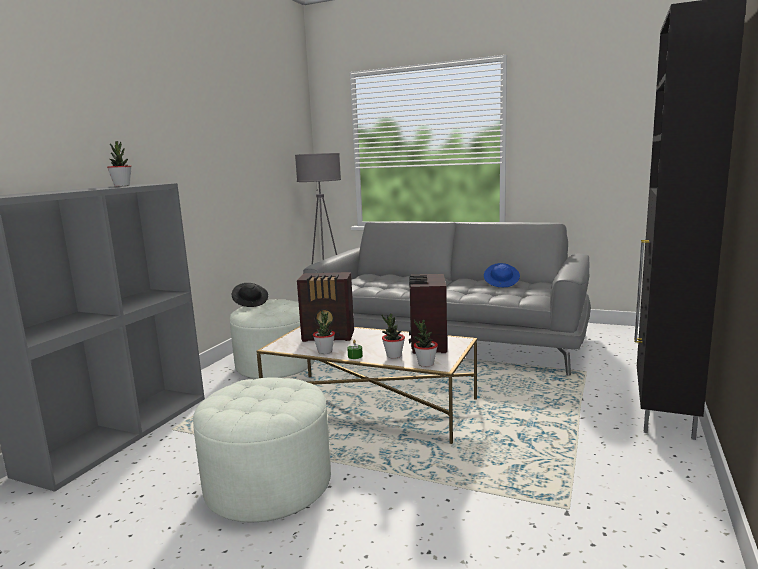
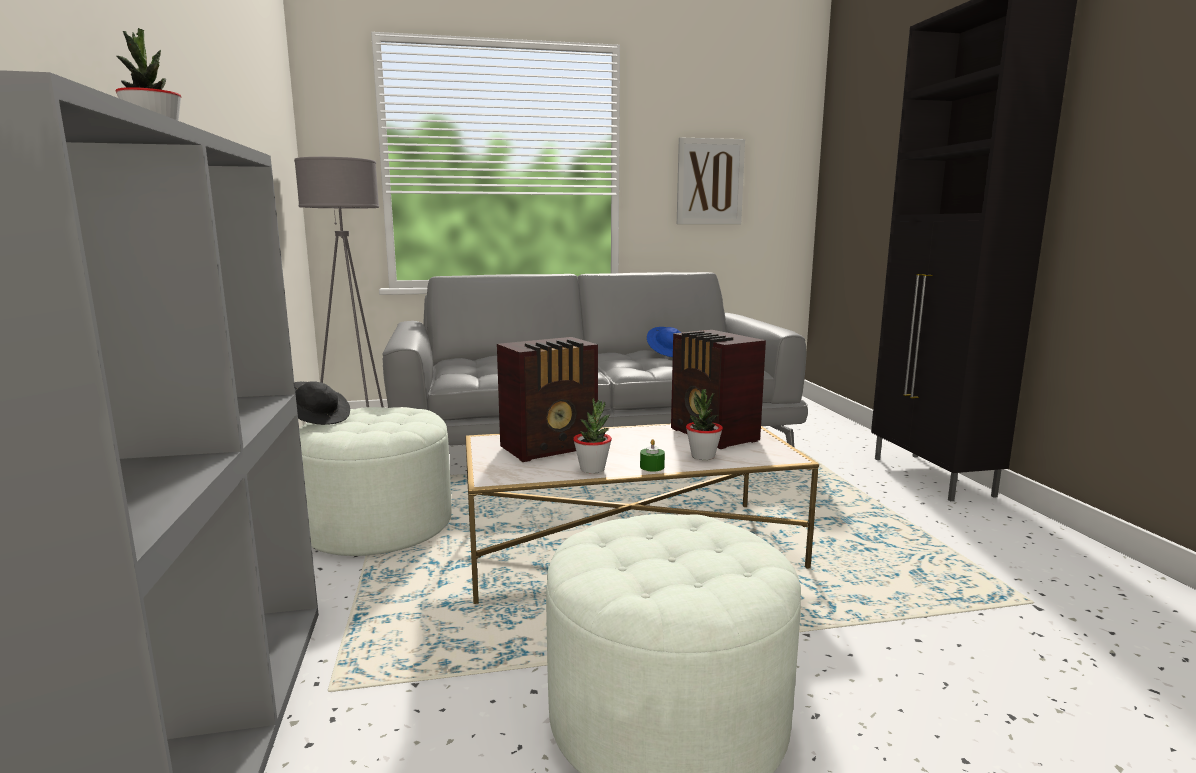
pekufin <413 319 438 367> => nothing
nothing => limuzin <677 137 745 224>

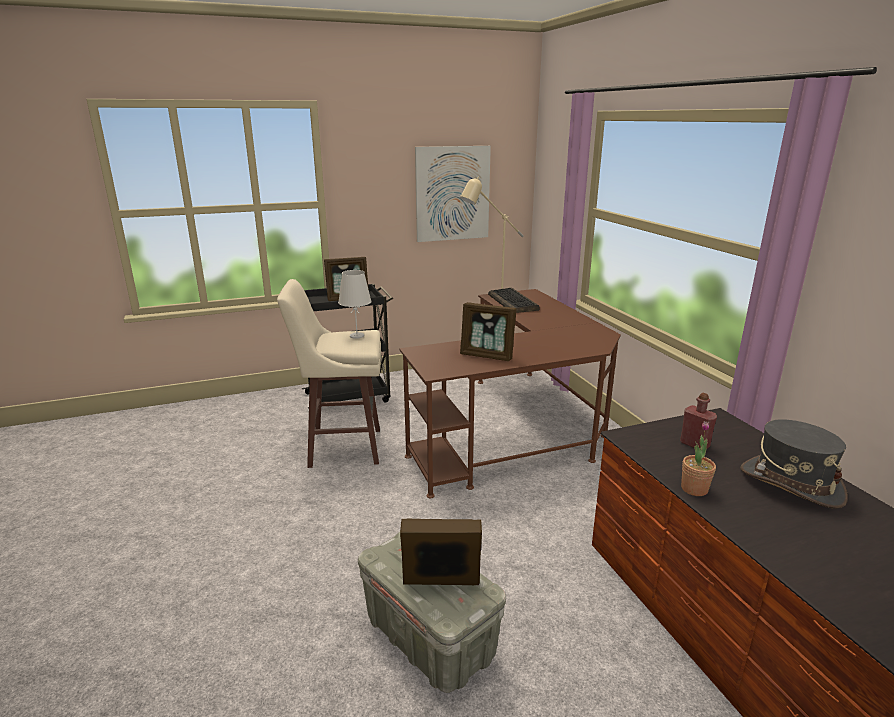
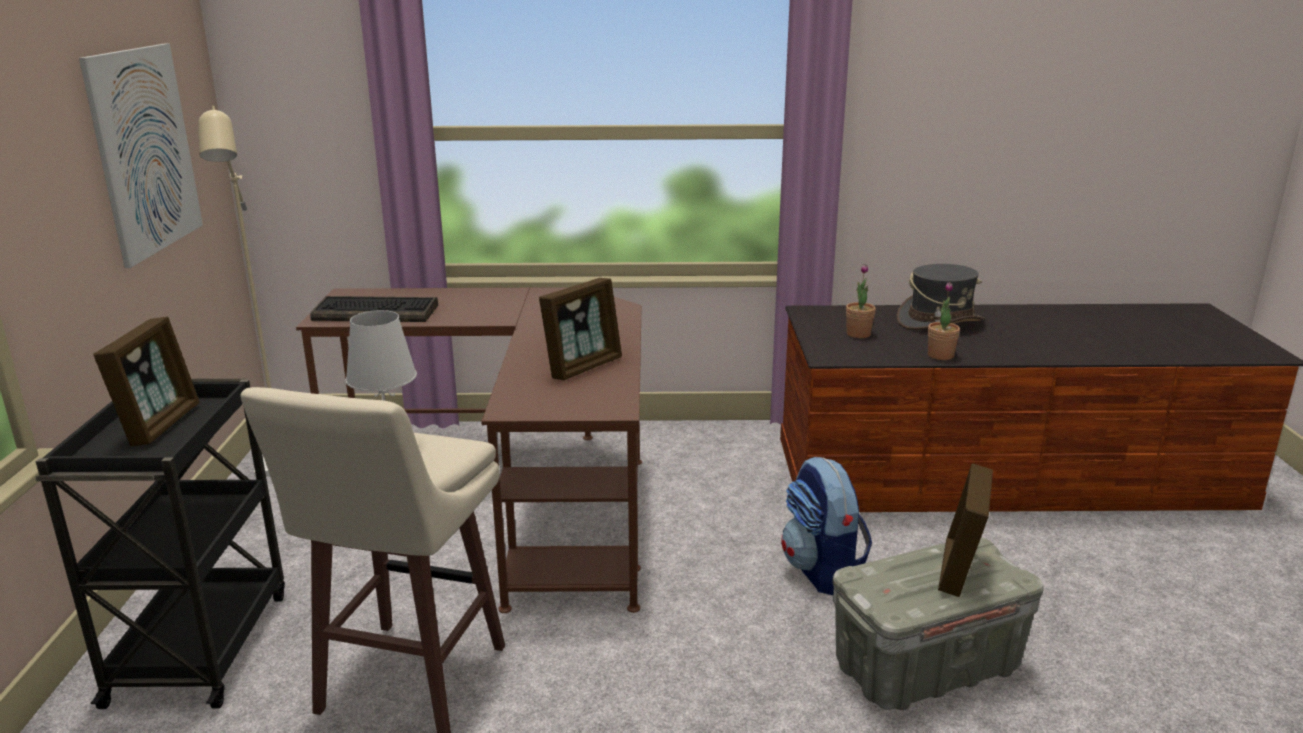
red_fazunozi <680 393 717 448> => pekufin <846 264 876 338>
nothing => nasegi <781 457 872 595>

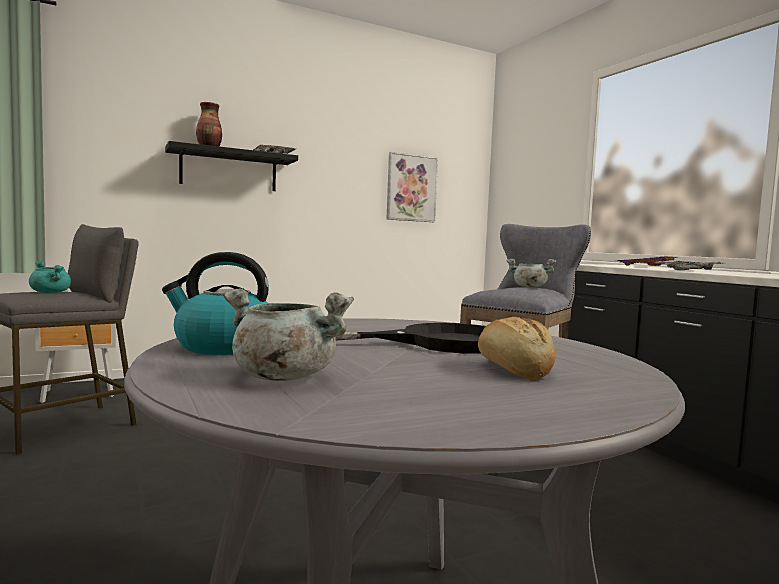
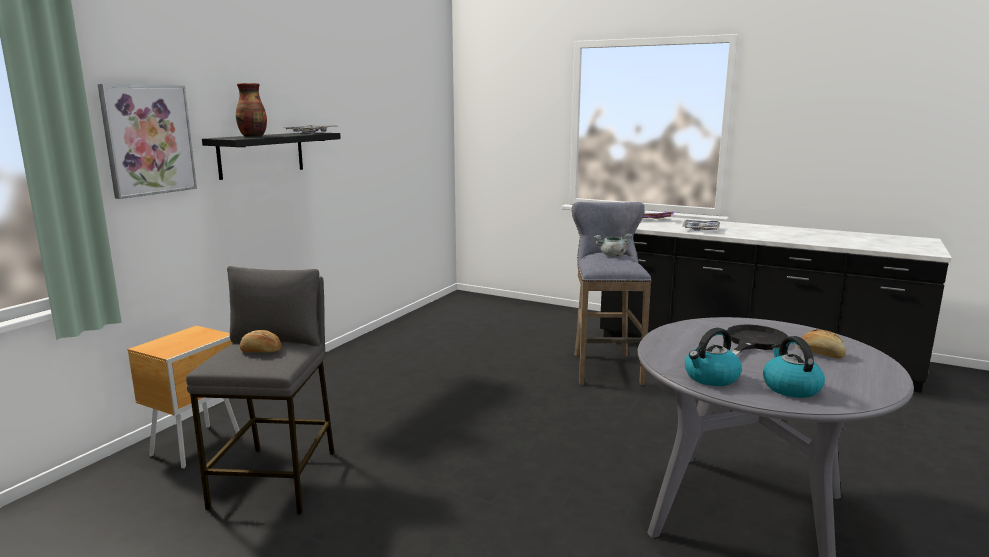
limuzin <386 152 438 222> => limuzin <98 84 197 199>, moved
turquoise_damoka <29 261 71 293> => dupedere <240 330 281 352>
grey_damoka <223 289 354 381> => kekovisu <763 336 825 398>

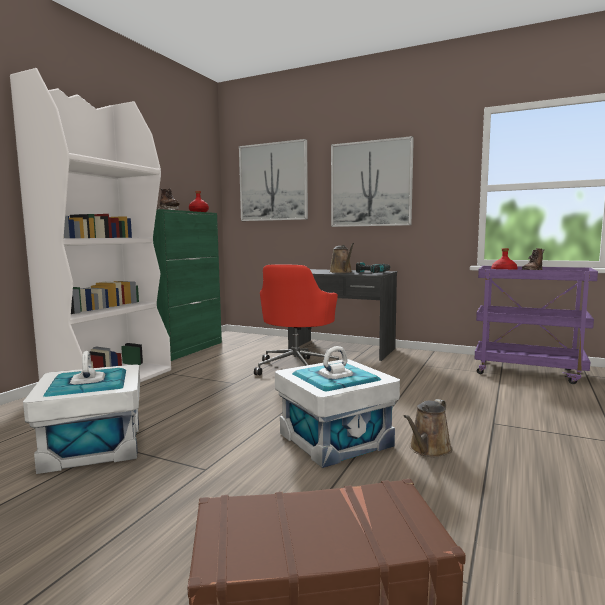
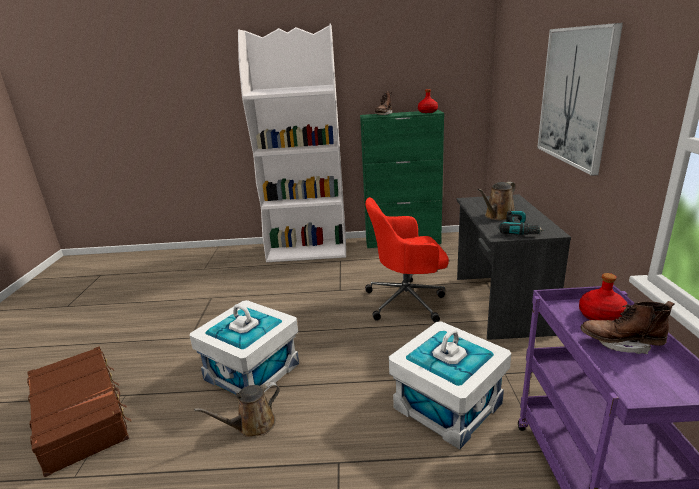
limuzin <239 139 308 221> => nothing
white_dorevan <23 351 140 474> => white_dorevan <389 321 511 450>, moved
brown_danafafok <404 399 452 457> => brown_danafafok <194 382 280 437>, 45 degrees counterclockwise

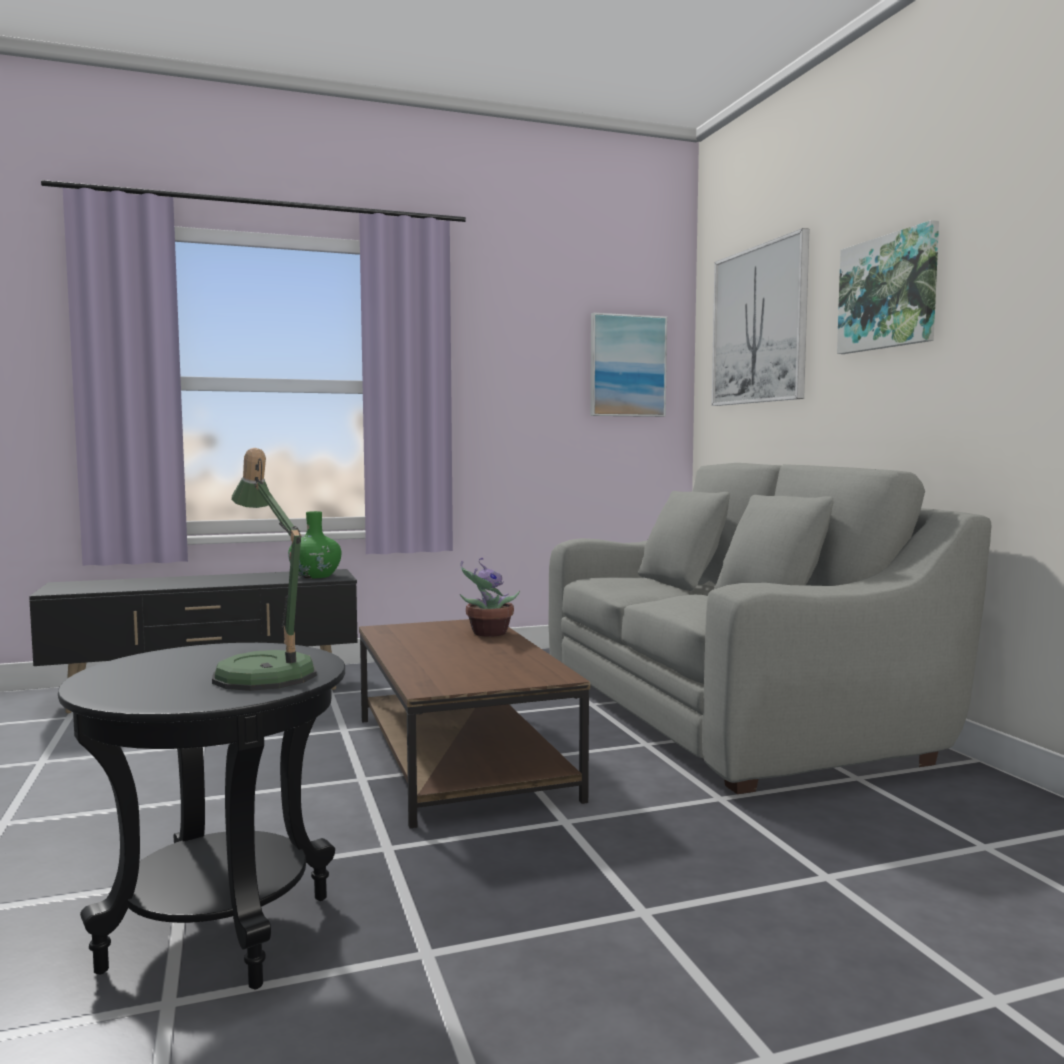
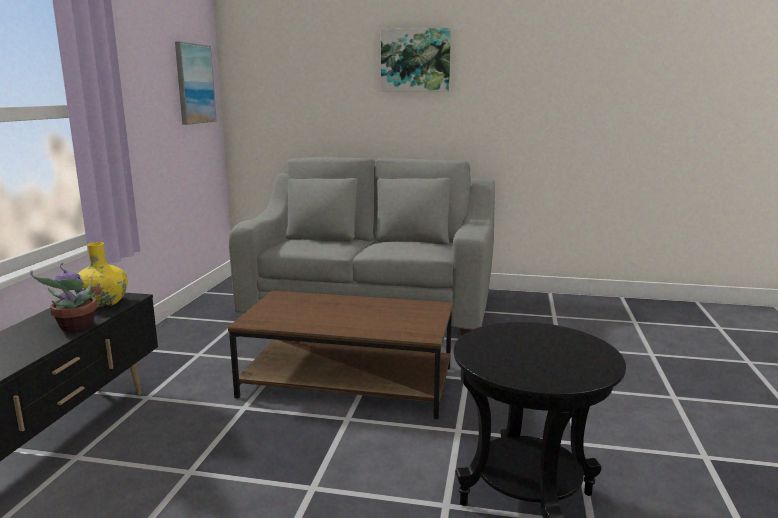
limuzin <712 228 809 406> => nothing
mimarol <212 448 317 691> => nothing
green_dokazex <288 511 341 578> => yellow_dokazex <75 242 128 308>
pekufin <460 558 520 637> => pekufin <30 263 97 332>, moved

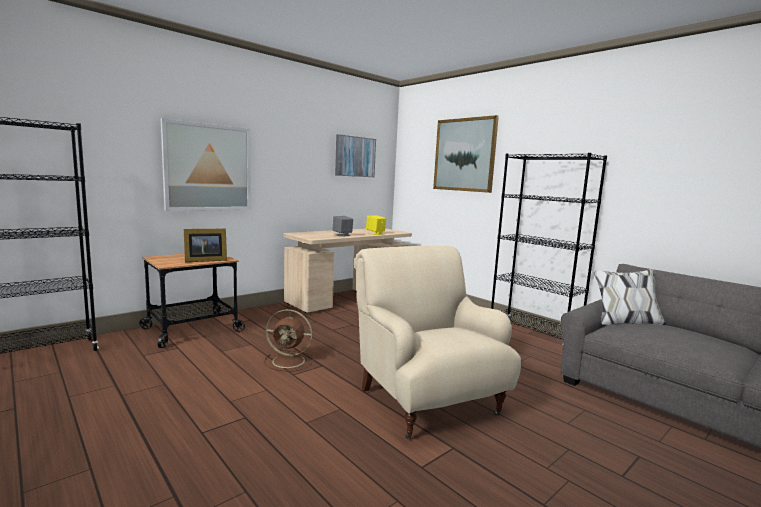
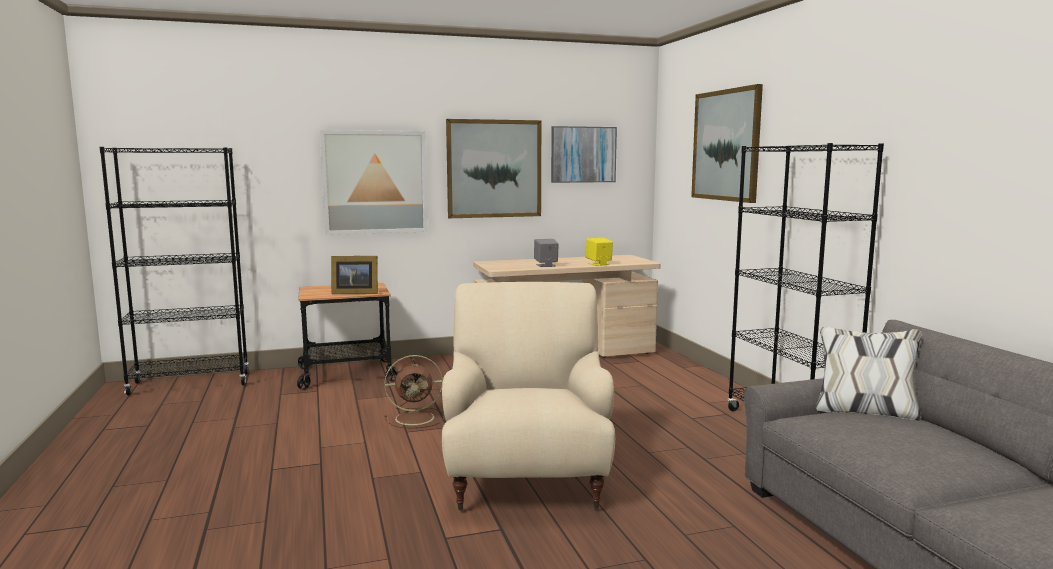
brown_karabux <265 309 313 372> => brown_karabux <384 355 444 429>, 45 degrees counterclockwise
nothing => limuzin <446 119 541 218>

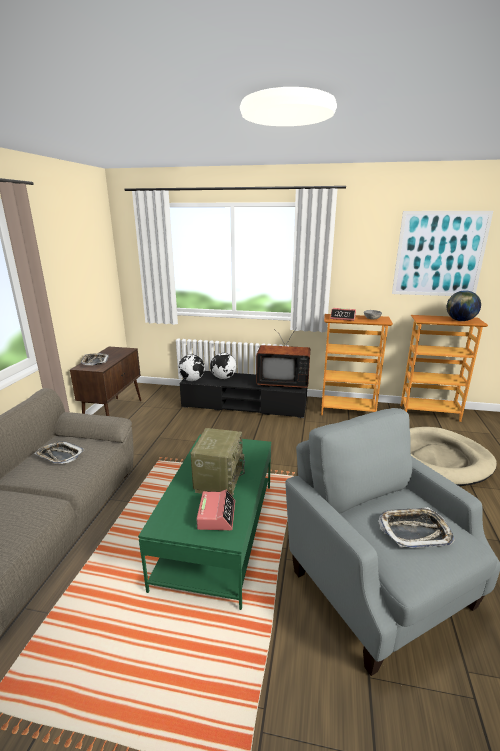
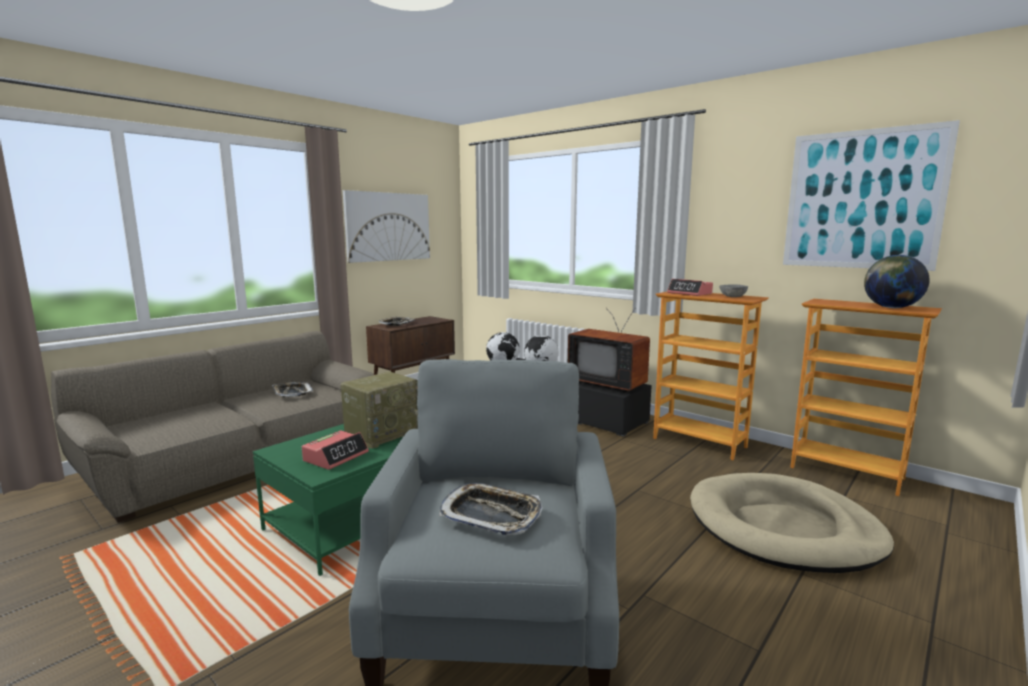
nothing => limuzin <343 190 430 263>

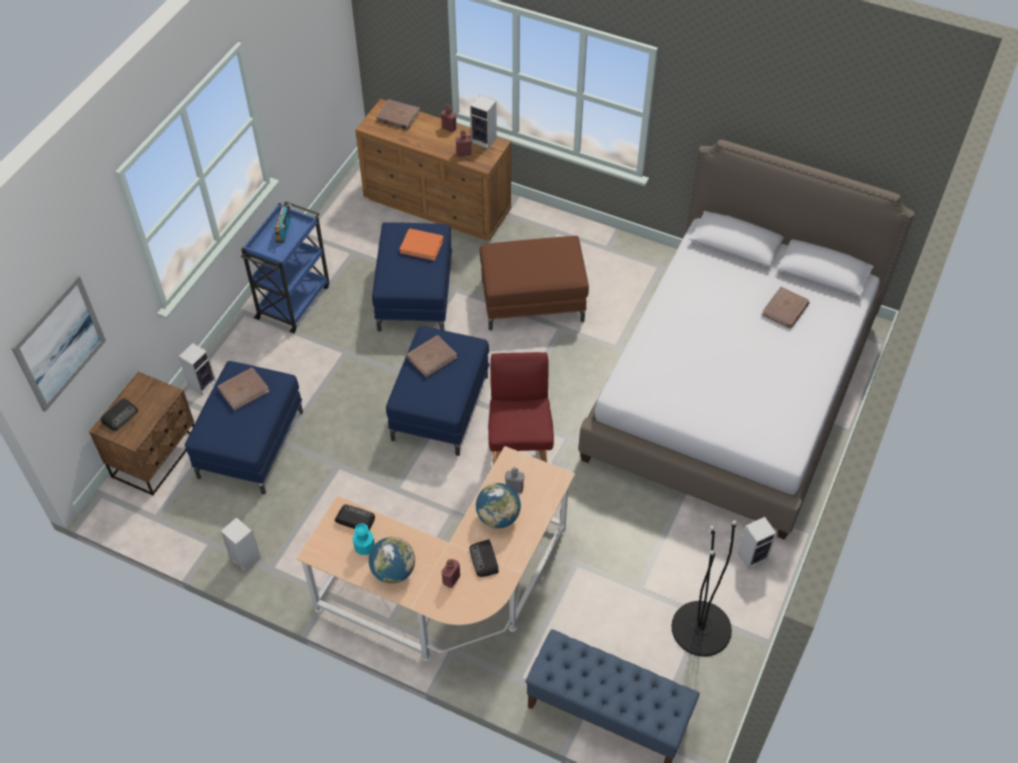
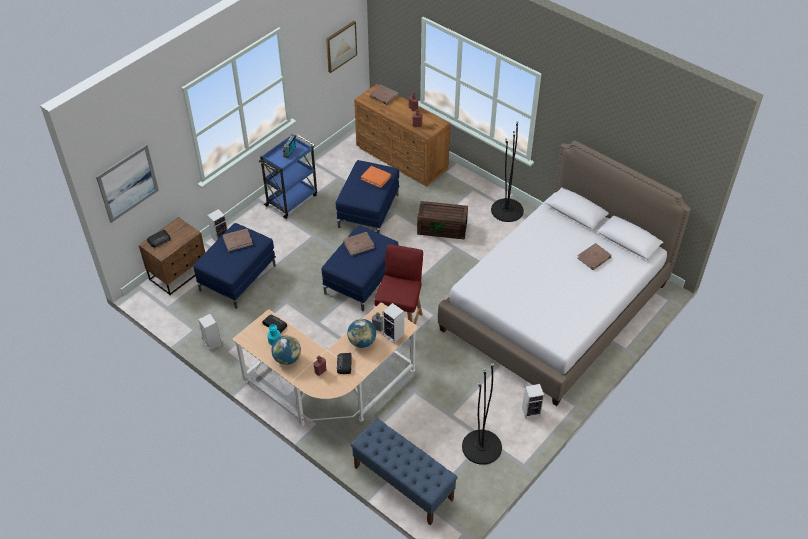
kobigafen <470 95 497 148> => kobigafen <383 303 404 344>, moved
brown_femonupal <480 236 589 330> => brown_dorevan <417 201 468 240>
nothing => limuzin <326 21 357 73>
nothing => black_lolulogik <491 121 524 222>

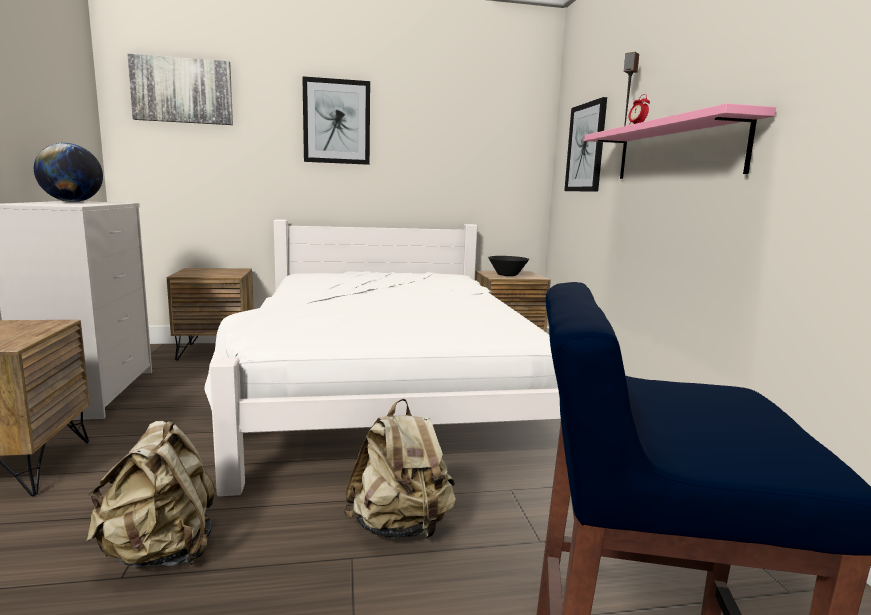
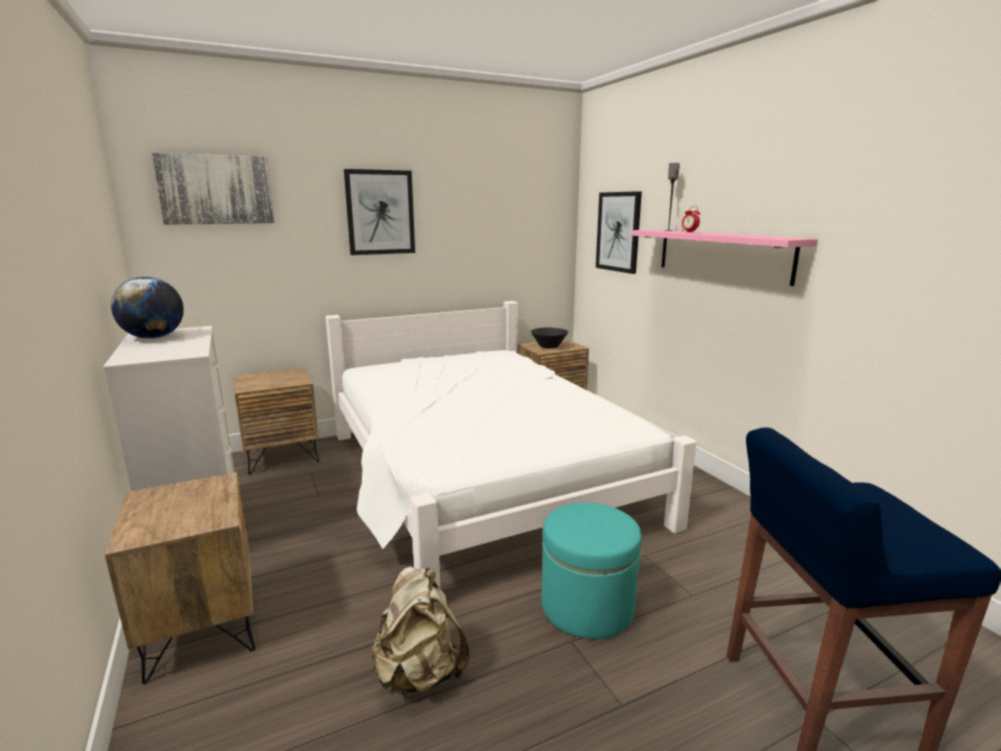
beige_nasegi <343 399 456 539> => turquoise_femonupal <542 503 642 639>

